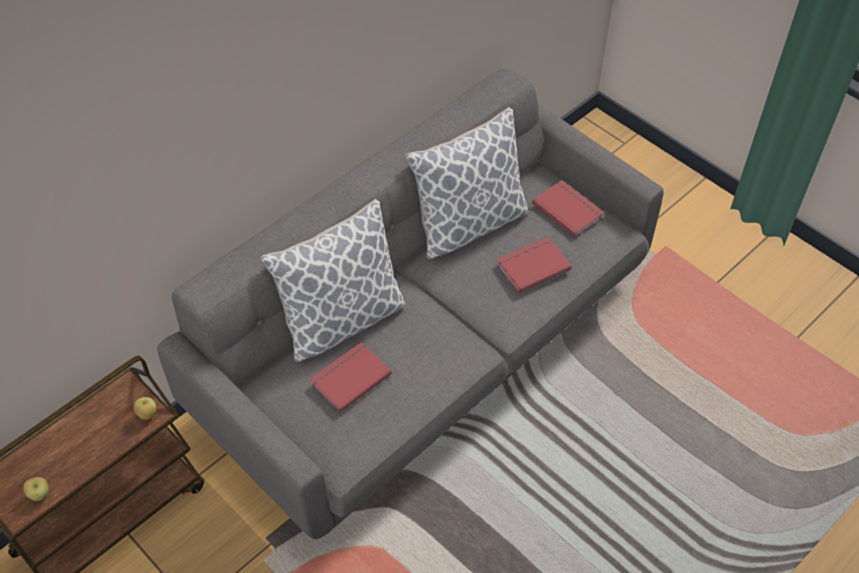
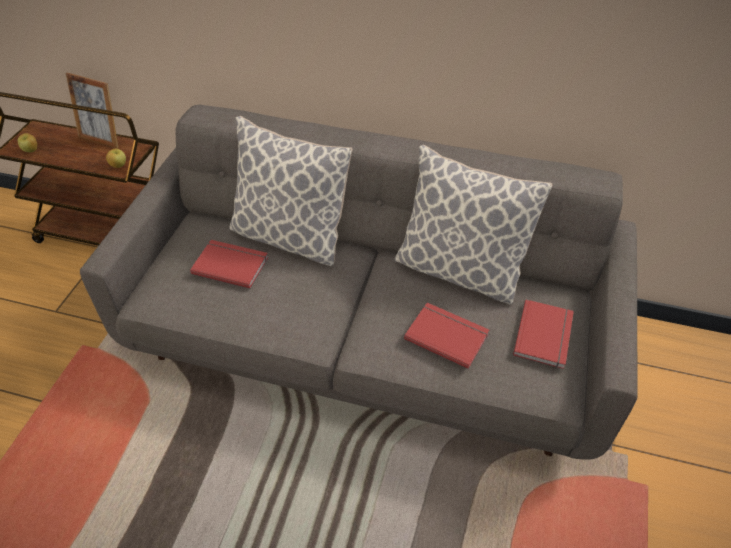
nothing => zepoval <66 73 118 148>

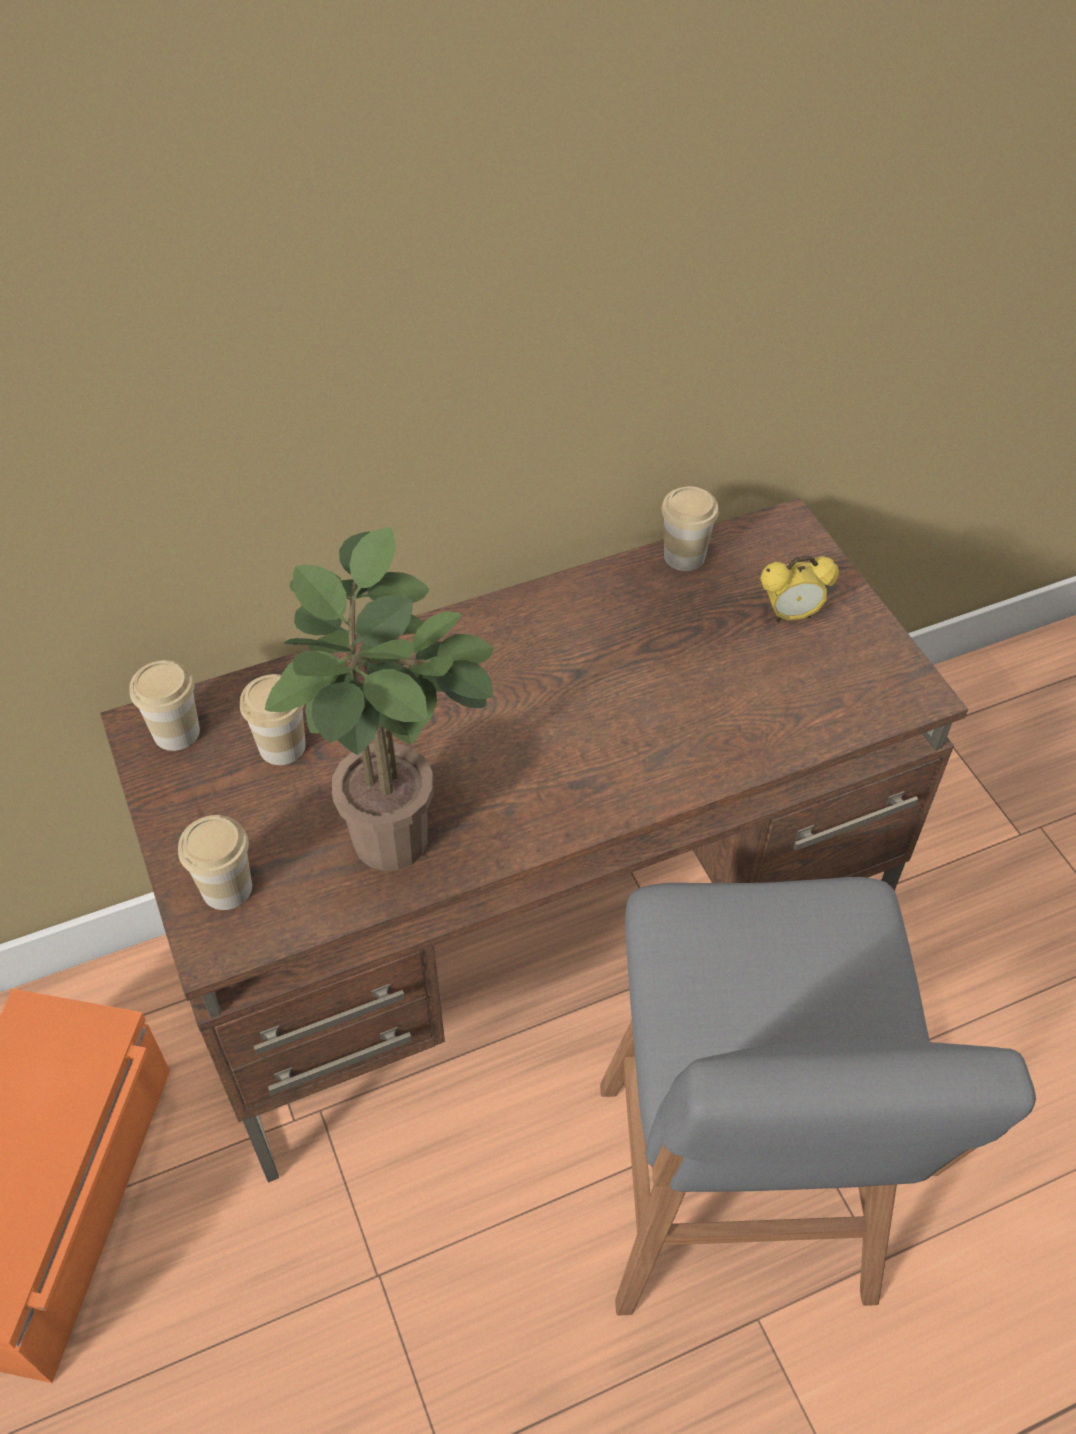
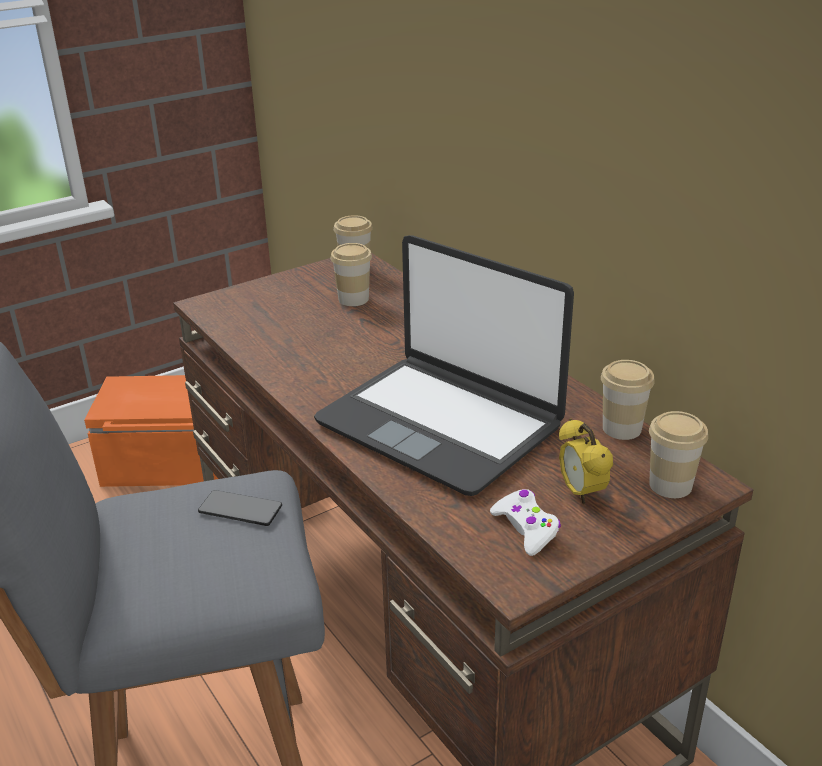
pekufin <265 527 494 871> => nothing
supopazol <178 815 252 910> => supopazol <649 411 708 498>, moved
nothing => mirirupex <314 235 574 496>
nothing => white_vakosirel <490 489 561 556>
nothing => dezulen <198 490 282 526>

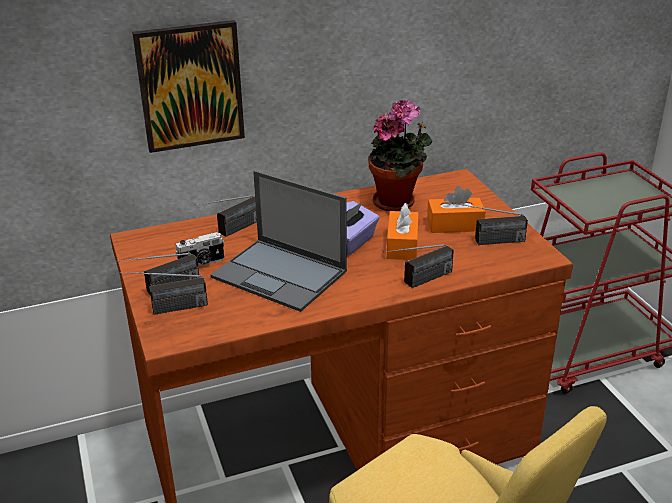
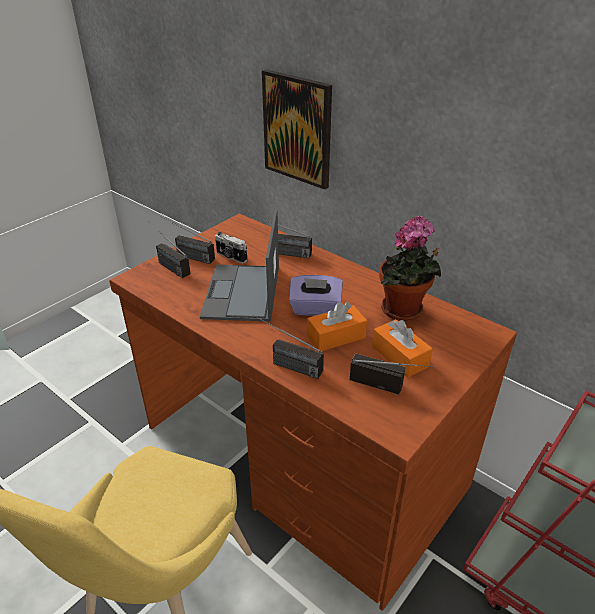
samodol <452 203 528 245> => samodol <350 353 435 394>, 150 degrees clockwise

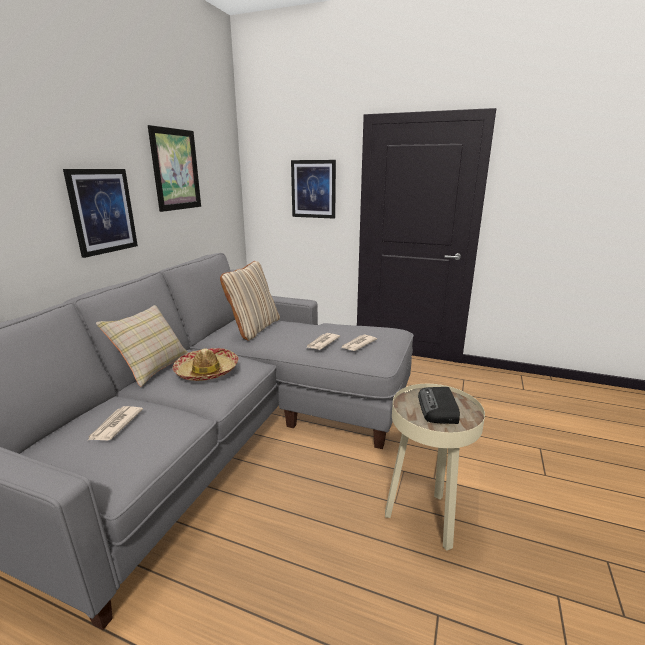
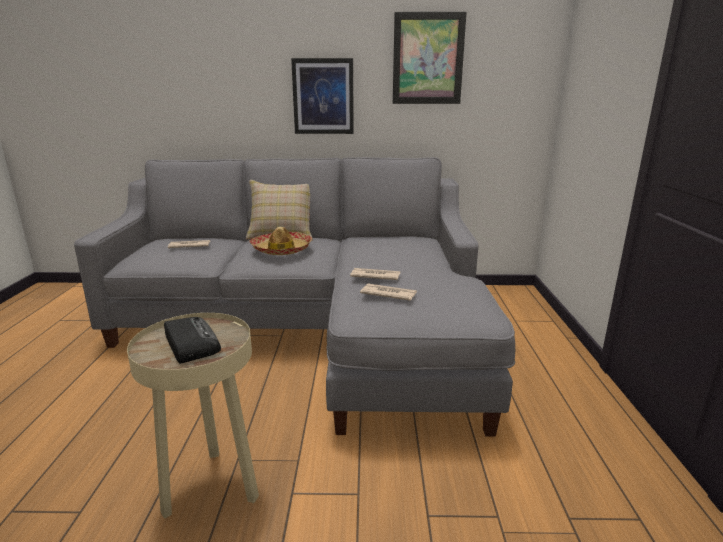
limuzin <291 160 336 219> => nothing
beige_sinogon <220 261 280 341> => nothing
samodol <418 387 460 424> => samodol <164 317 221 364>, 75 degrees clockwise

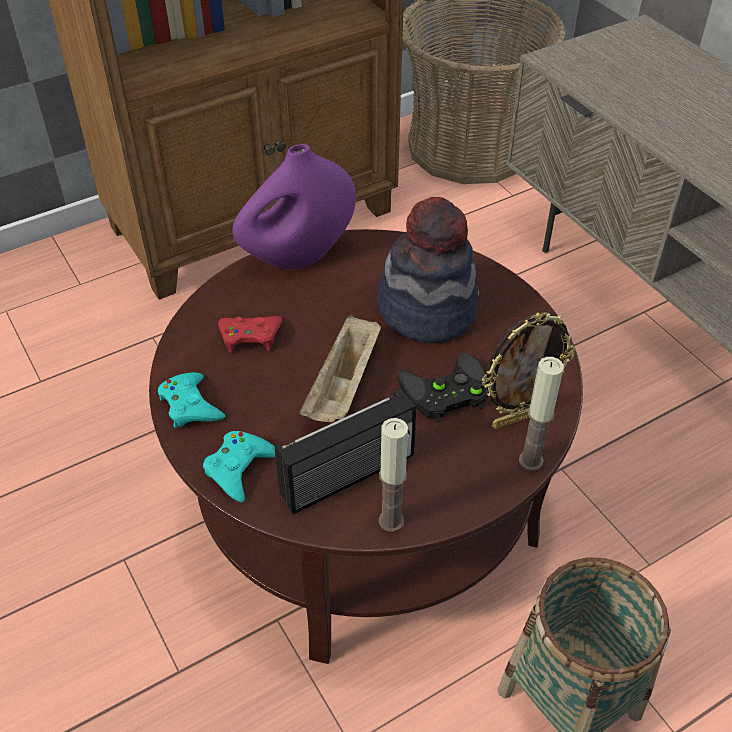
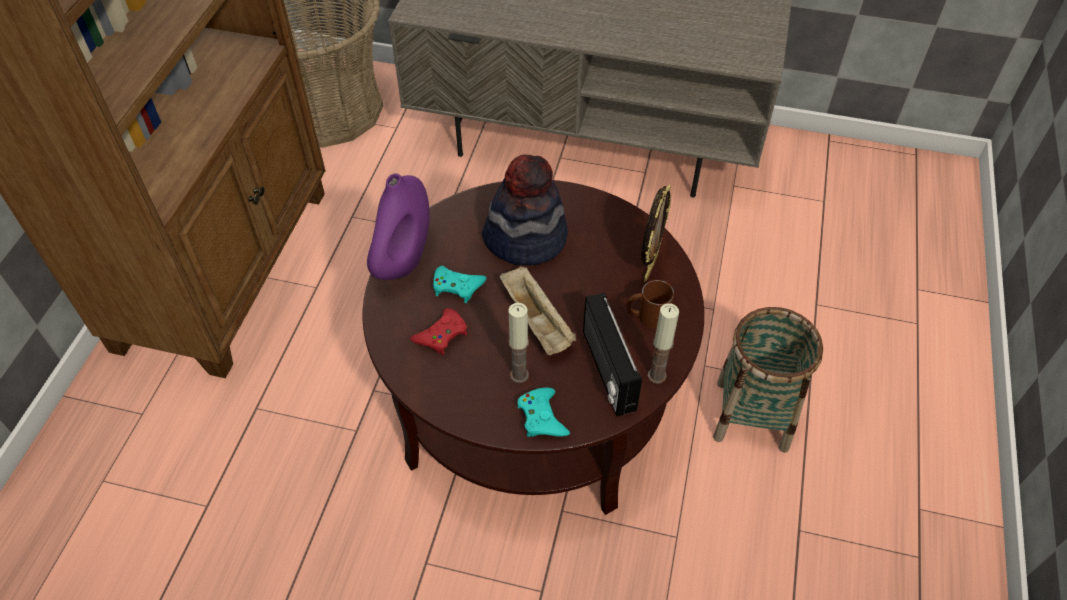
black_vakosirel <398 353 488 422> => nothing
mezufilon <519 357 564 471> => mezufilon <508 303 529 383>, moved
turquoise_vakosirel <158 372 225 428> => turquoise_vakosirel <433 266 486 303>, moved
samodol <275 389 417 514> => samodol <583 293 642 416>, 150 degrees clockwise
nothing => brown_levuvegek <626 280 674 328>

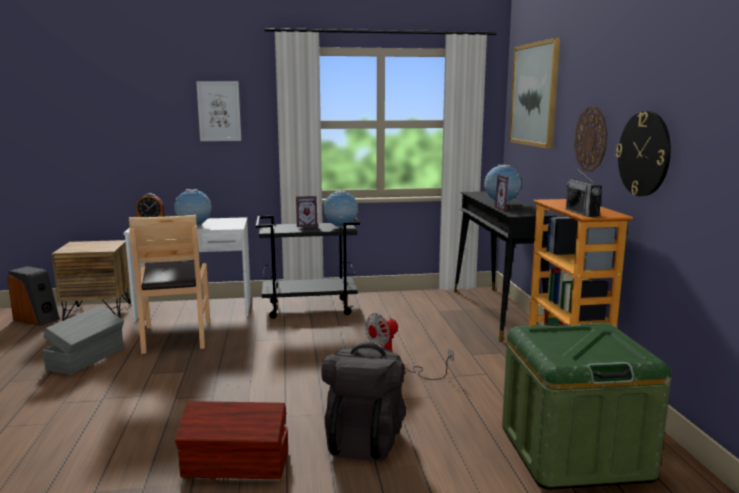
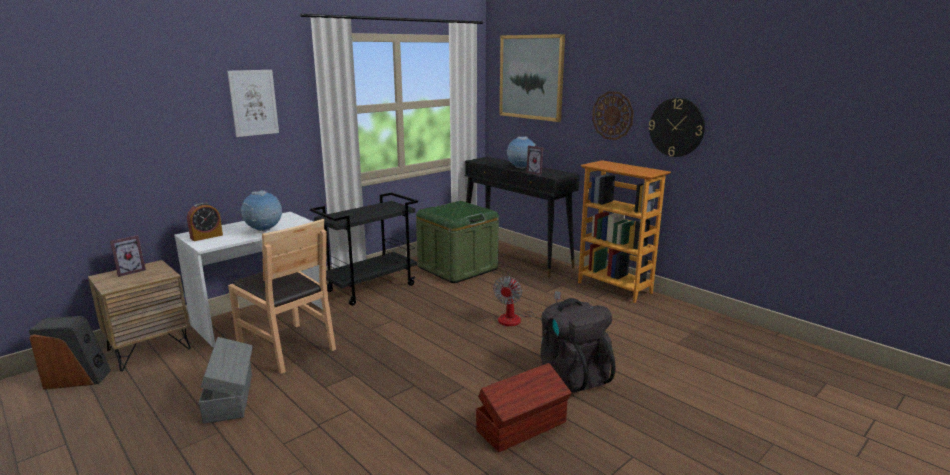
samodol <566 167 602 217> => nothing
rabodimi <323 190 358 228> => nothing
zepoval <296 196 317 227> => zepoval <110 235 146 277>, moved
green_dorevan <502 323 671 490> => green_dorevan <416 201 499 283>, moved

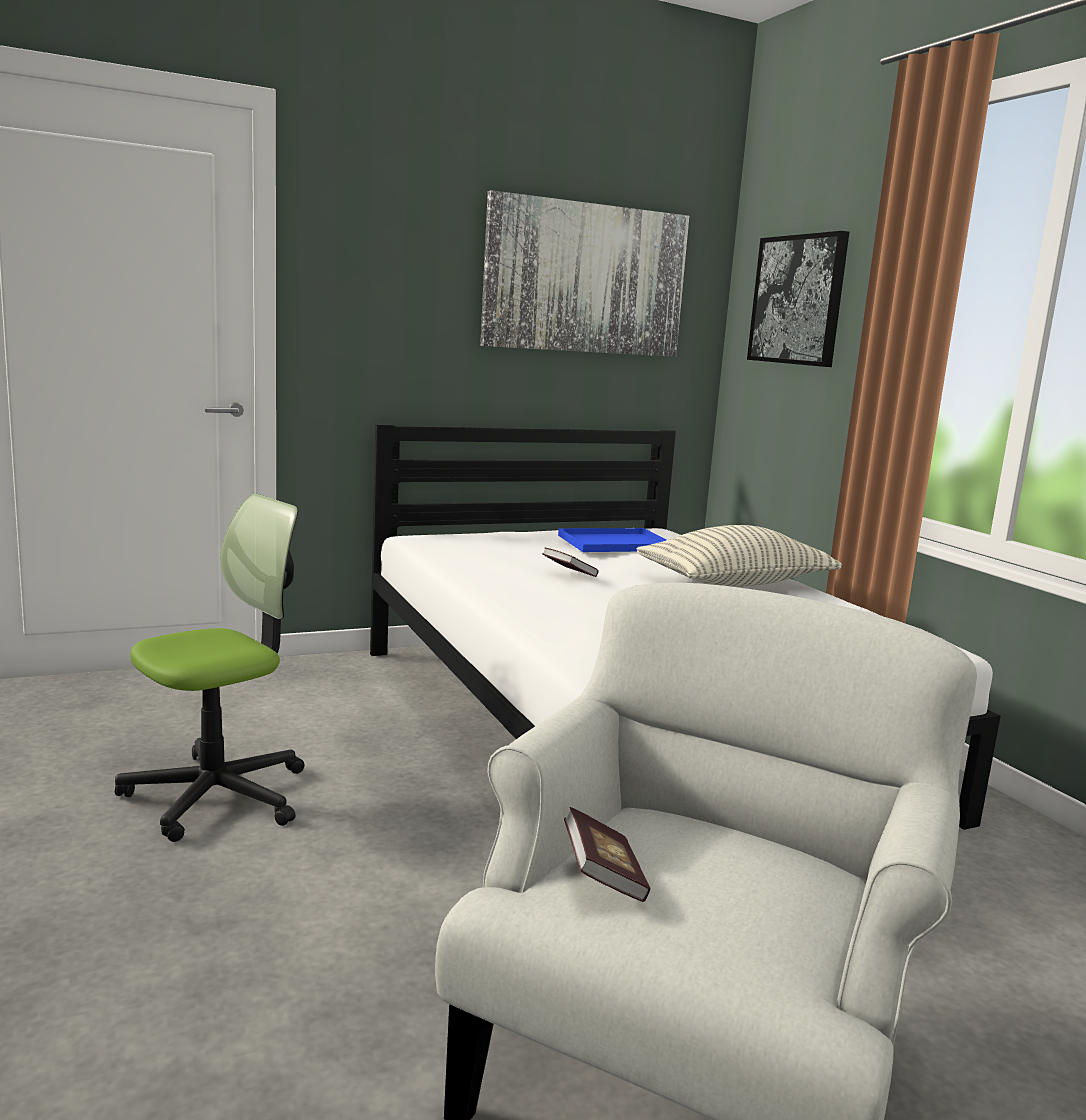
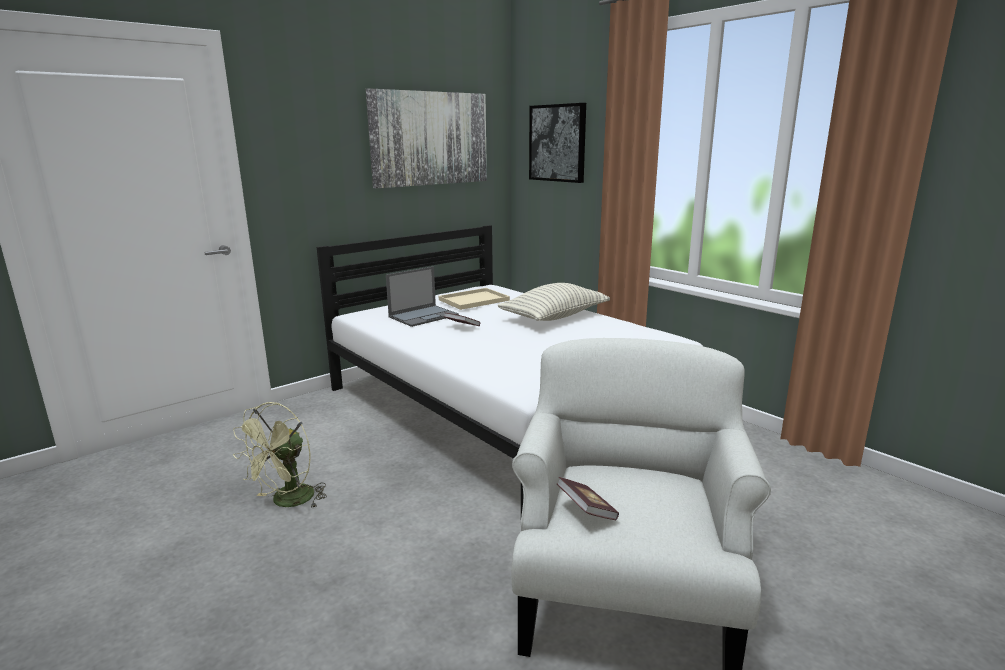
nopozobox <115 494 304 842> => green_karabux <233 402 327 508>
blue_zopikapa <558 528 666 552> => beige_zopikapa <439 288 510 310>
nothing => mirirupex <386 266 459 327>

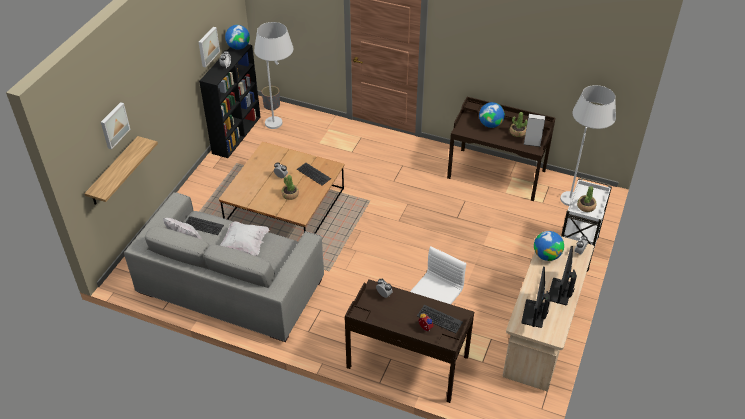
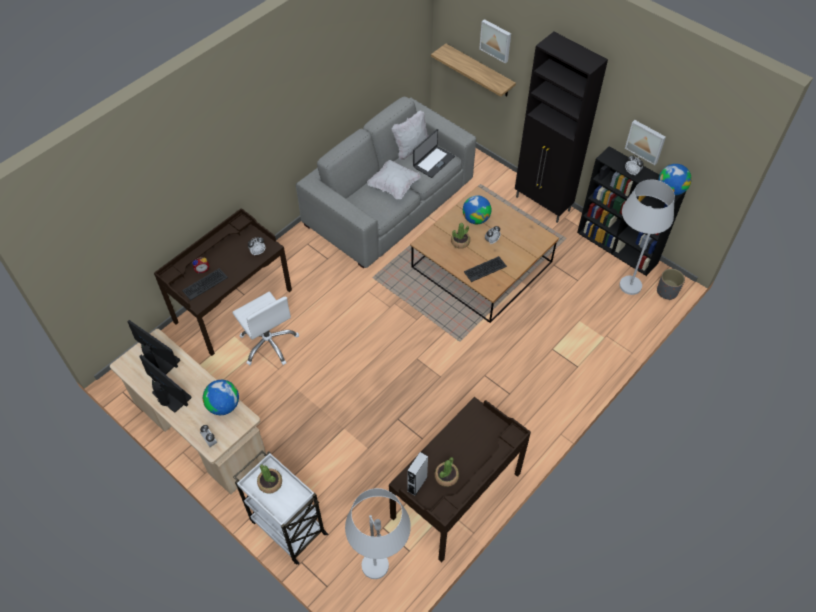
rabodimi <479 102 505 128> => rabodimi <463 195 491 224>, moved
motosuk <185 216 224 235> => mirirupex <413 129 455 178>
nothing => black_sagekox <515 32 608 223>

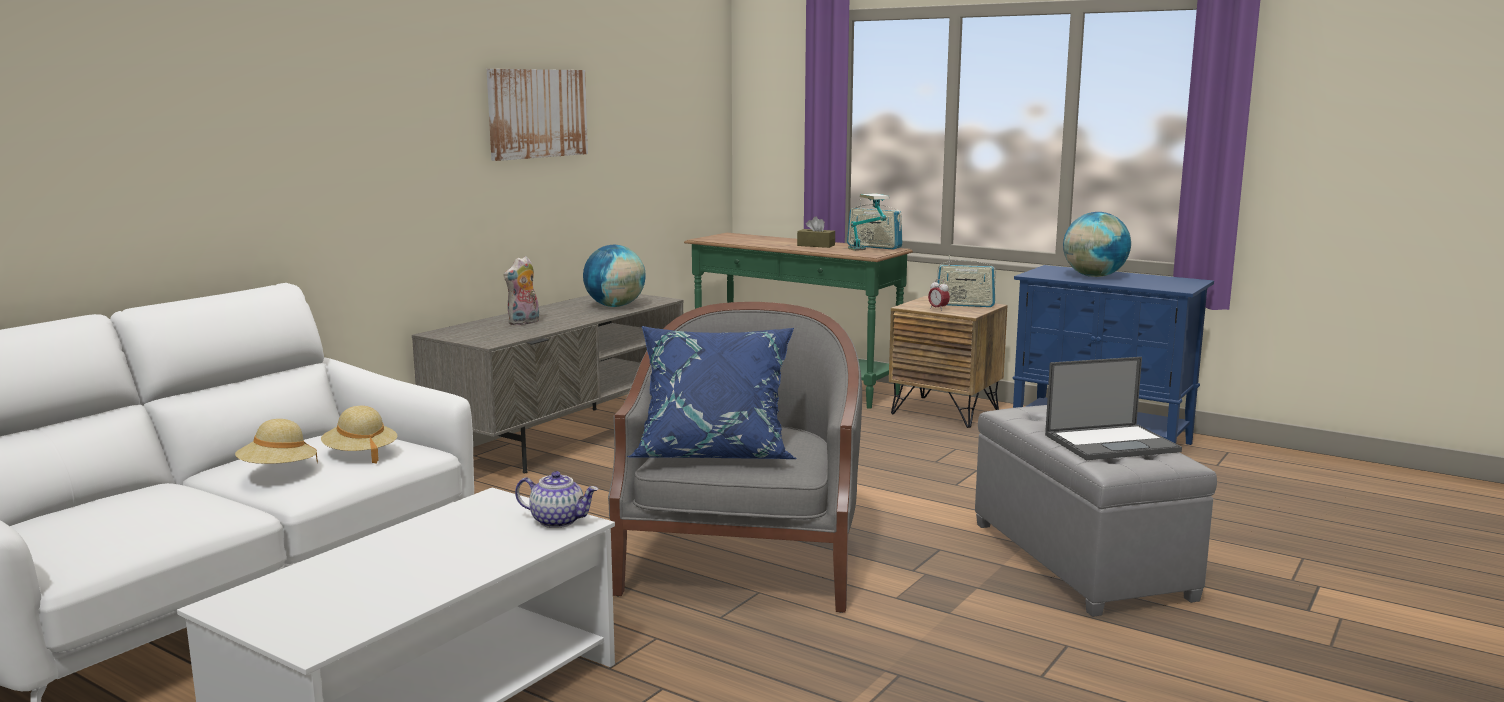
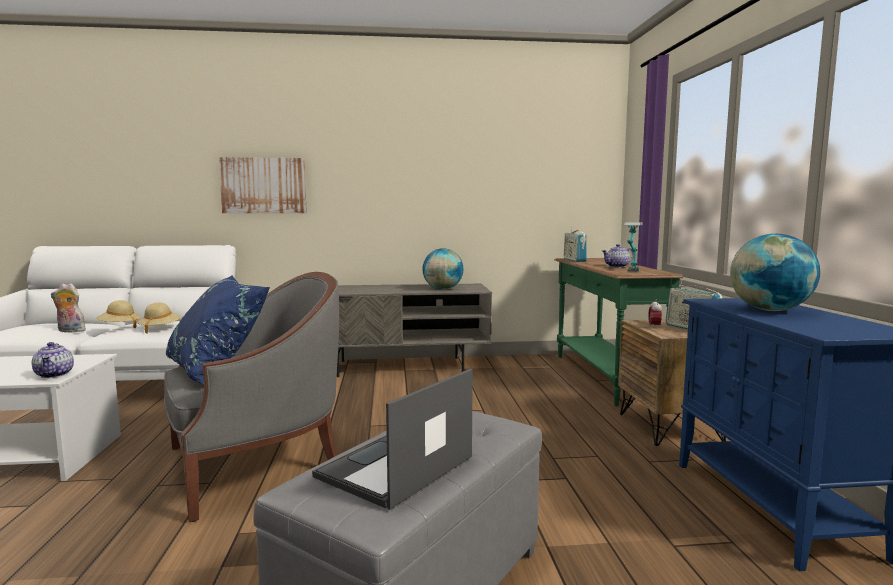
limuzin <487 69 588 161> => limuzin <219 157 307 213>, moved
samodol <847 199 903 250> => samodol <564 227 587 262>, moved
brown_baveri <797 217 835 248> => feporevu <602 244 634 267>
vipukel <503 256 539 326> => vipukel <51 283 86 332>, moved
mirirupex <1045 357 1182 460> => mirirupex <312 369 473 510>, 90 degrees clockwise

